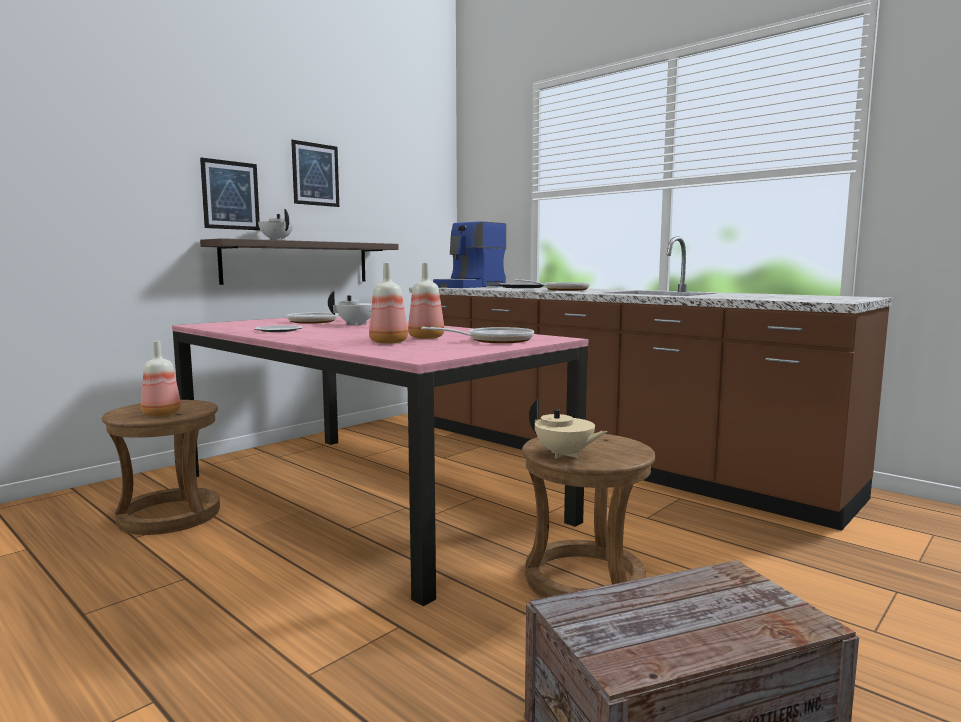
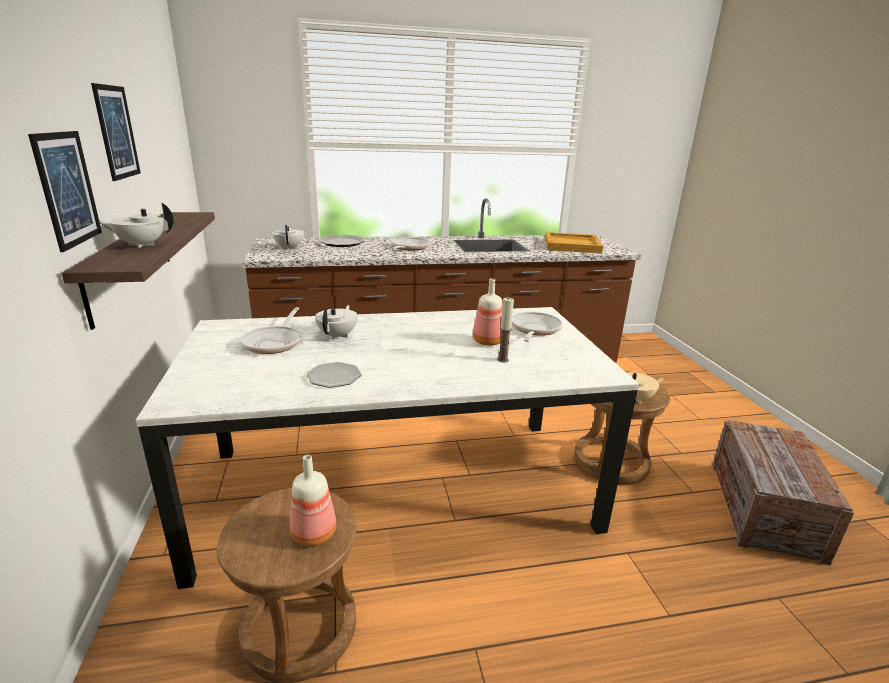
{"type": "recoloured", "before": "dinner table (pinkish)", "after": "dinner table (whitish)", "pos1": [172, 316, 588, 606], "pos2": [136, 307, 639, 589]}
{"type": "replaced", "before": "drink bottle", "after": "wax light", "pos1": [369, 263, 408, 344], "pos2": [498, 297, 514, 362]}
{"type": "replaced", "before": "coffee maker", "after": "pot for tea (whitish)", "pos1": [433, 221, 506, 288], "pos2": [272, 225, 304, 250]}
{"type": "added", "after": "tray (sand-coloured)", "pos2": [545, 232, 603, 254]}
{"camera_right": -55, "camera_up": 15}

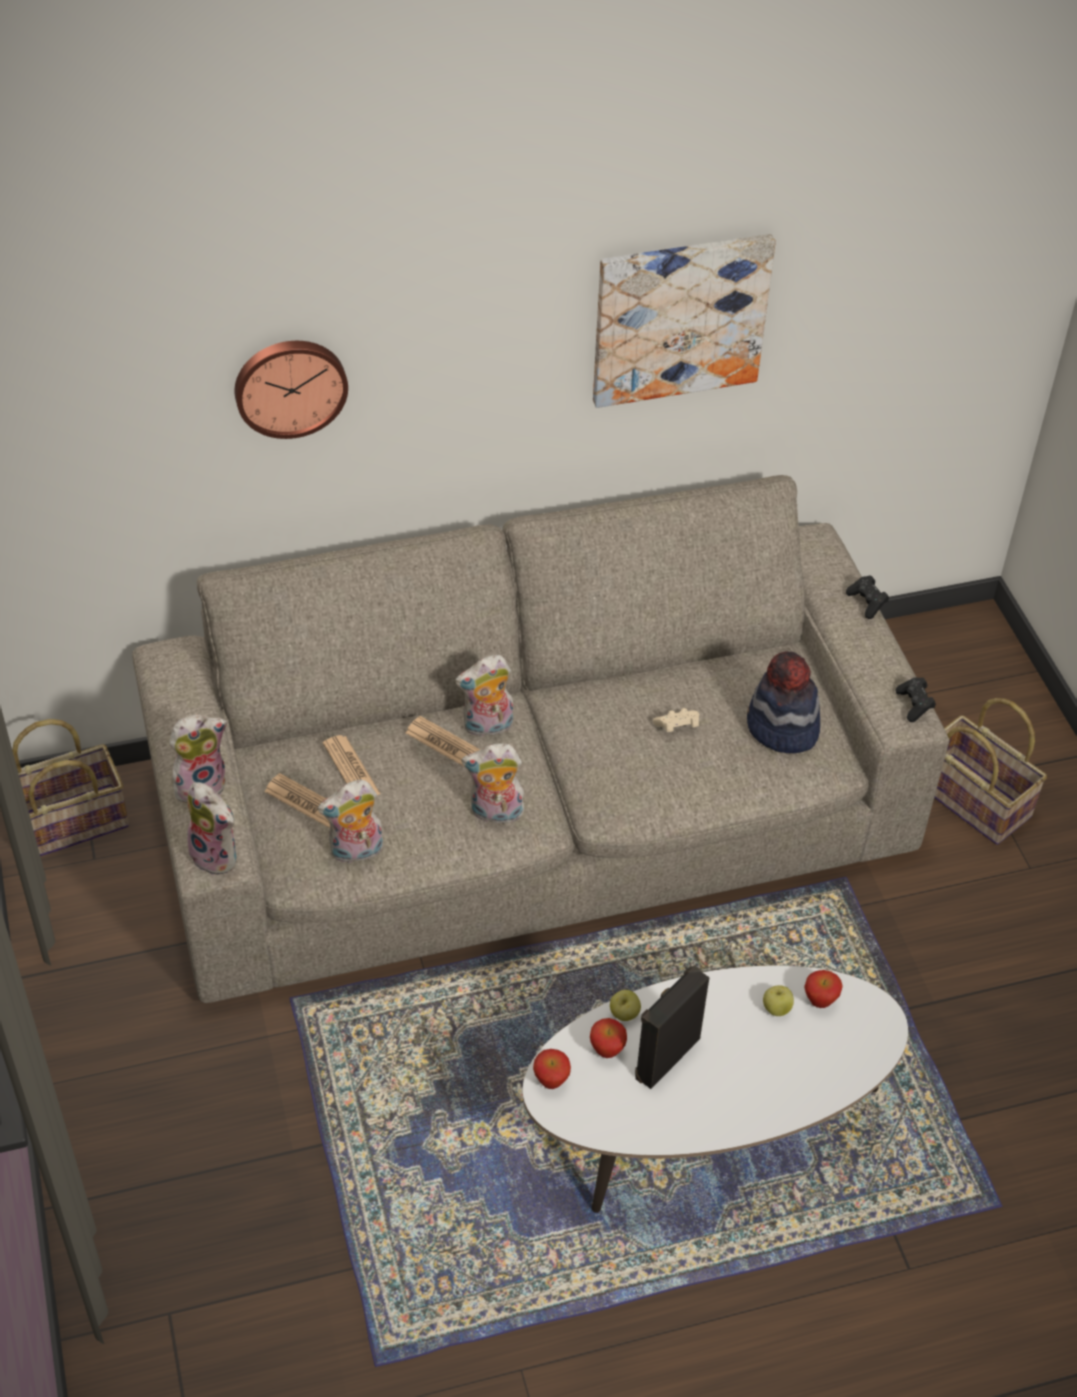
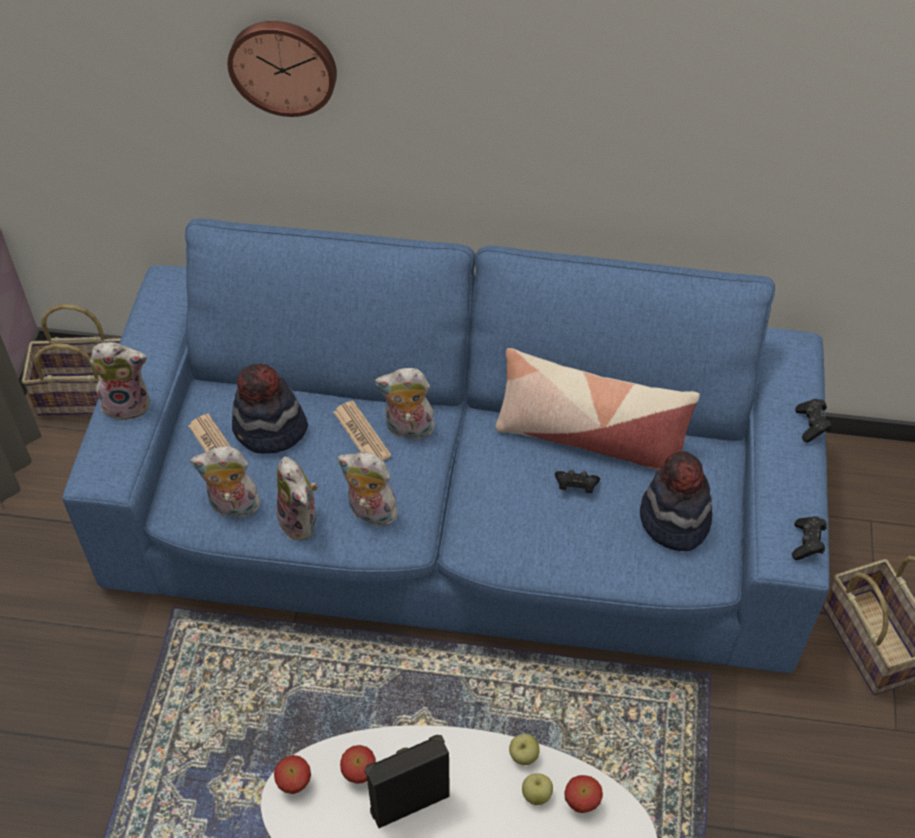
{"type": "recoloured", "before": "couch (sand-coloured)", "after": "couch (blue-coloured)", "pos1": [132, 475, 949, 1003], "pos2": [62, 218, 830, 673]}
{"type": "moved", "before": "cuddly toy", "pos1": [186, 782, 236, 876], "pos2": [276, 457, 318, 541]}
{"type": "replaced", "before": "daily paper", "after": "clothing hat", "pos1": [323, 735, 380, 795], "pos2": [232, 363, 308, 454]}
{"type": "removed", "before": "wall picture", "pos1": [593, 234, 776, 408]}
{"type": "moved", "before": "apple fruit", "pos1": [610, 990, 641, 1021], "pos2": [509, 734, 540, 765]}
{"type": "recoloured", "before": "game controller (sand-coloured)", "after": "game controller (blackish)", "pos1": [653, 708, 699, 732], "pos2": [555, 470, 600, 493]}
{"type": "added", "after": "throw pillow", "pos2": [495, 348, 700, 471]}
{"camera_right": 25, "camera_up": 5}

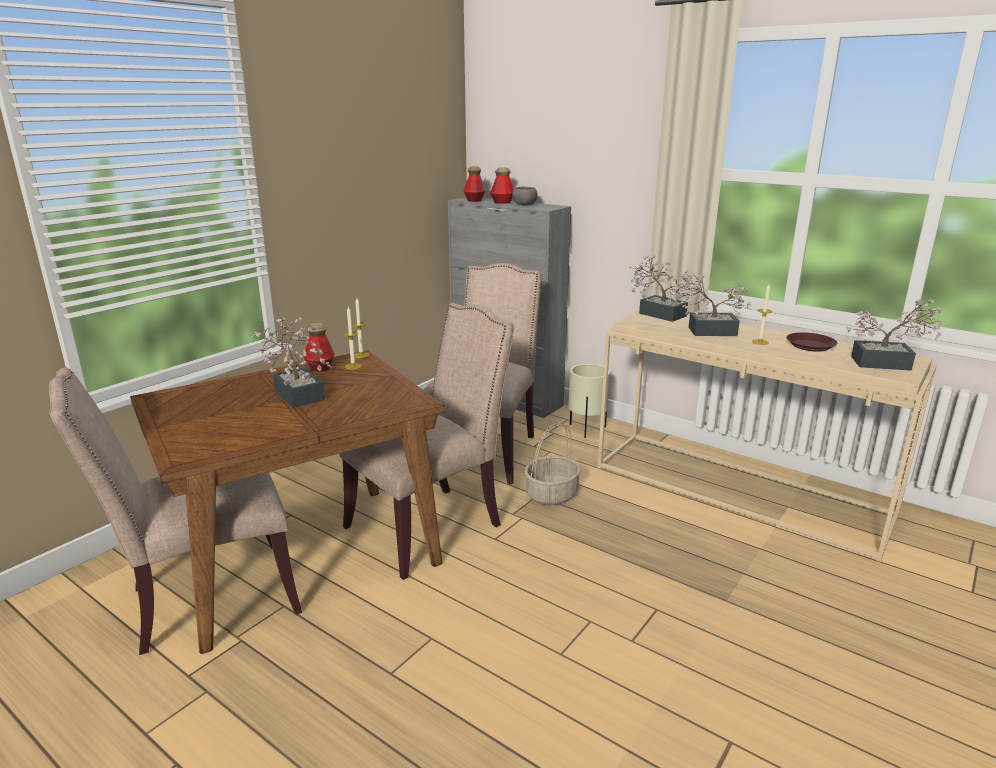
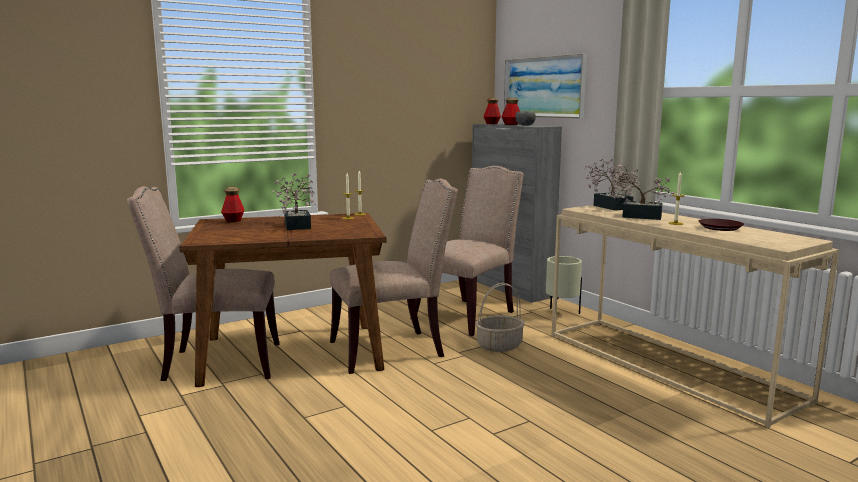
{"type": "moved", "before": "drink bottle", "pos1": [304, 323, 335, 371], "pos2": [221, 187, 244, 222]}
{"type": "removed", "before": "houseplant", "pos1": [846, 299, 944, 371]}
{"type": "added", "after": "wall picture", "pos2": [504, 54, 587, 118]}
{"camera_right": 20, "camera_up": -10}

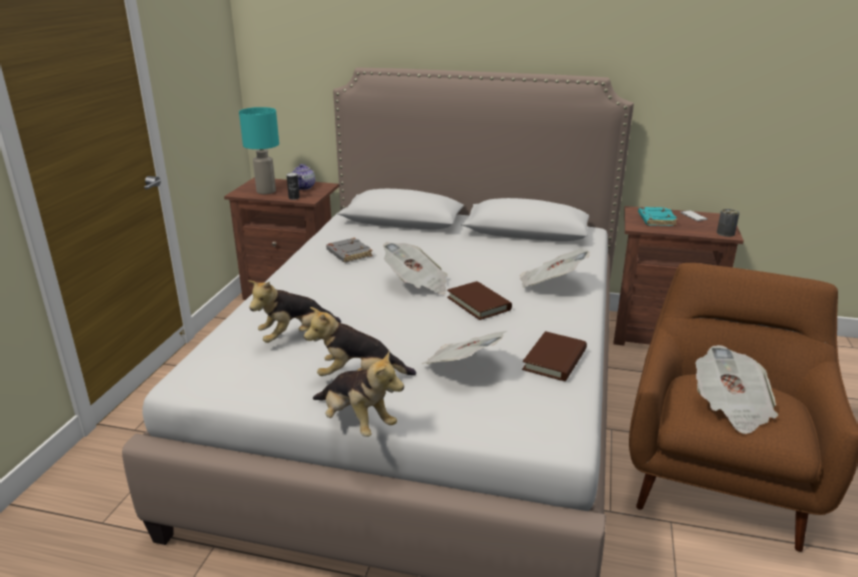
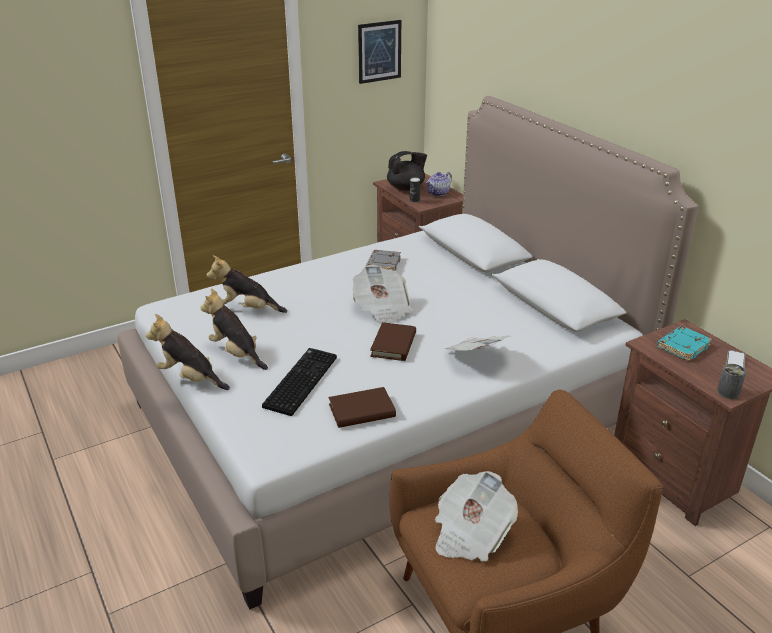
{"type": "replaced", "before": "table lamp (blue-green)", "after": "pot for tea (blackish)", "pos1": [239, 107, 279, 194], "pos2": [387, 151, 427, 191]}
{"type": "turned", "before": "cuddly toy", "pos1": [313, 351, 404, 437], "pos2": [146, 314, 230, 390], "turn": 120}
{"type": "replaced", "before": "daily paper", "after": "PC keyboard", "pos1": [422, 331, 507, 364], "pos2": [262, 348, 337, 416]}
{"type": "added", "after": "wall picture", "pos2": [358, 20, 401, 84]}
{"camera_right": 45, "camera_up": 5}

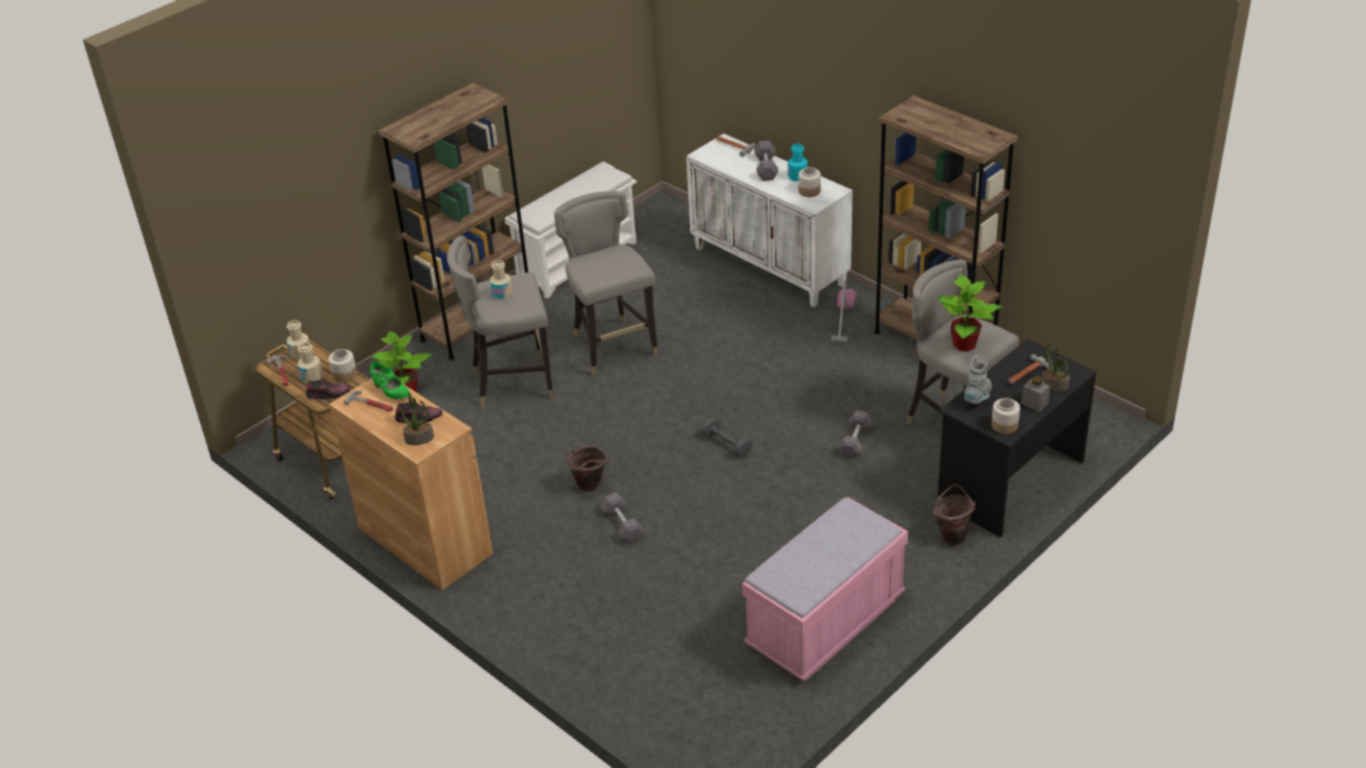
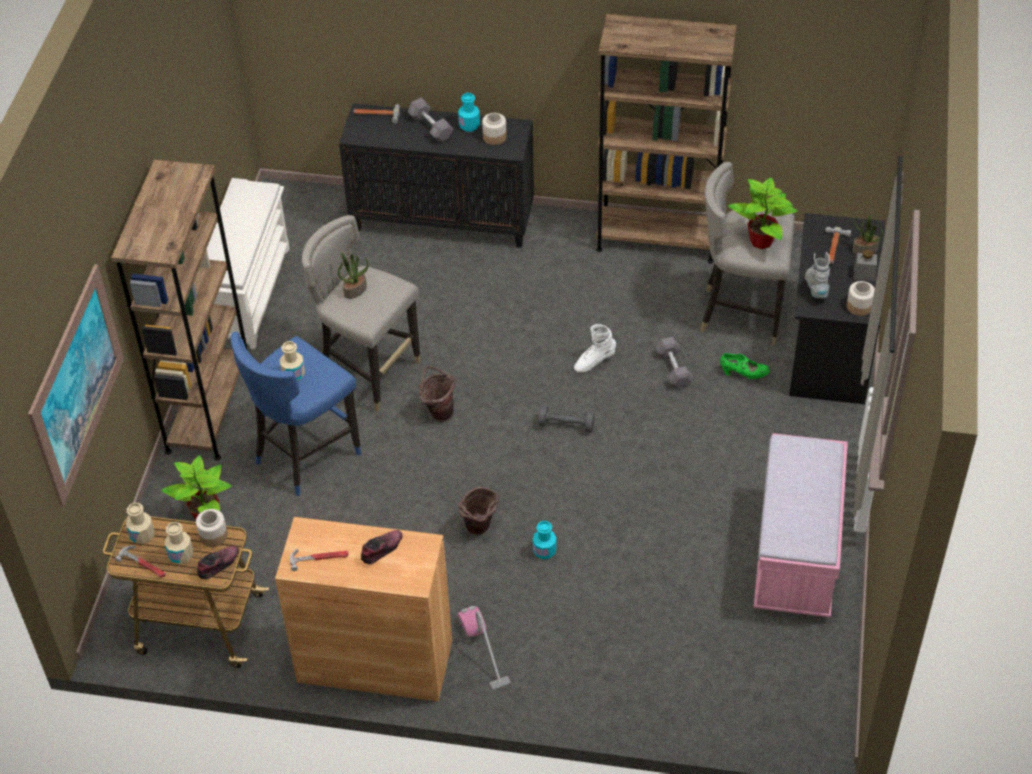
{"type": "moved", "before": "item of footwear (green)", "pos1": [369, 361, 409, 399], "pos2": [720, 353, 770, 379]}
{"type": "moved", "before": "houseplant", "pos1": [401, 392, 434, 445], "pos2": [338, 252, 368, 299]}
{"type": "recoloured", "before": "sitting stool (greyish)", "after": "sitting stool (blue-coloured)", "pos1": [447, 236, 553, 407], "pos2": [231, 332, 361, 496]}
{"type": "replaced", "before": "dumbbell (greyish)", "after": "drink bottle (blue-green)", "pos1": [601, 492, 644, 543], "pos2": [533, 521, 557, 559]}
{"type": "recoloured", "before": "cupboard (whitish)", "after": "cupboard (blackish)", "pos1": [686, 134, 853, 307], "pos2": [339, 103, 534, 248]}
{"type": "moved", "before": "vacuum", "pos1": [831, 280, 856, 342], "pos2": [458, 606, 511, 690]}
{"type": "moved", "before": "water bucket (brown-coloured)", "pos1": [933, 484, 976, 546], "pos2": [419, 366, 455, 422]}
{"type": "added", "after": "wall picture", "pos2": [28, 264, 124, 507]}
{"type": "added", "after": "high-top boot (whitish)", "pos2": [574, 324, 616, 373]}
{"camera_right": -35, "camera_up": 10}

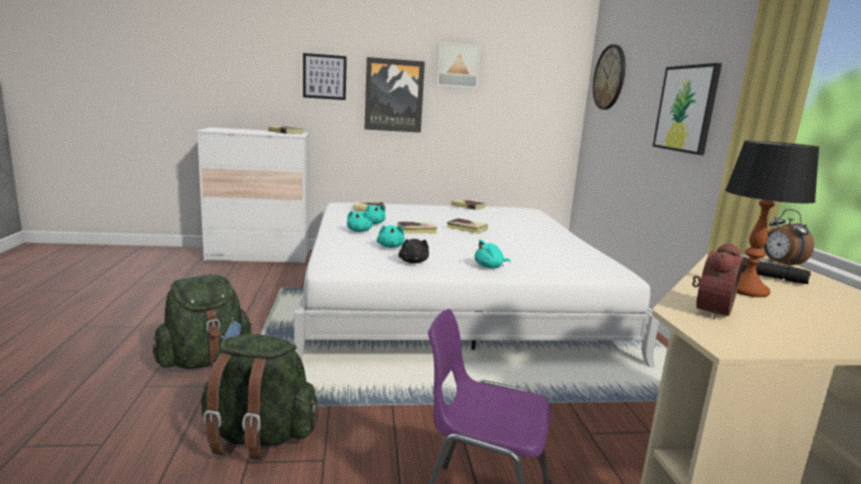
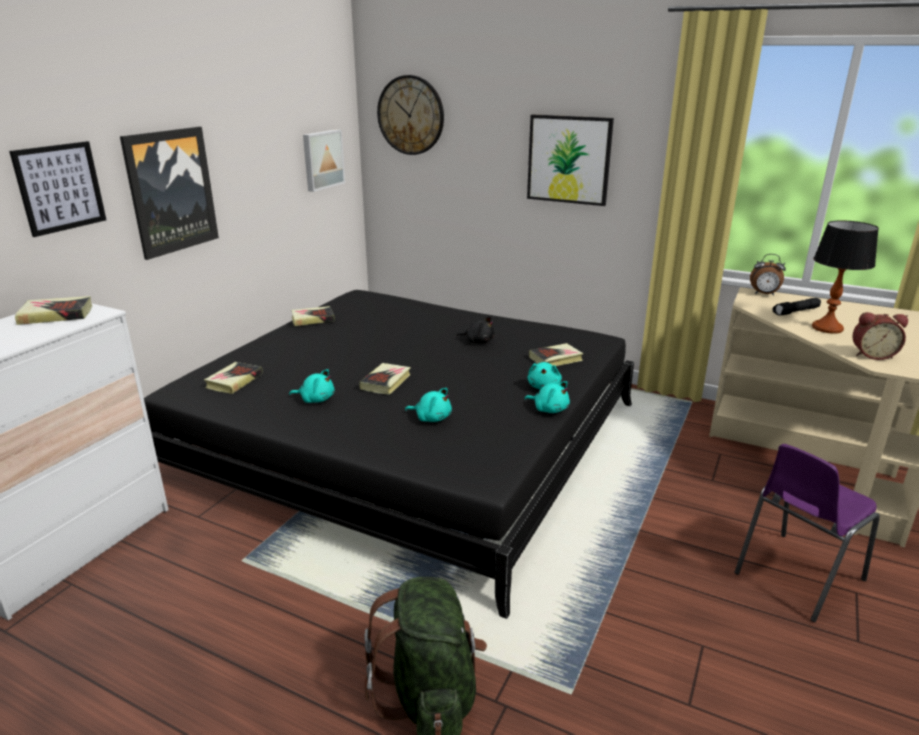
{"type": "removed", "before": "backpack (green)", "pos1": [201, 334, 318, 460]}
{"type": "recoloured", "before": "sleeping bed (whitish)", "after": "sleeping bed (blackish)", "pos1": [294, 203, 659, 367], "pos2": [144, 290, 634, 619]}
{"type": "moved", "before": "cuddly toy (blue-green)", "pos1": [347, 211, 373, 232], "pos2": [524, 381, 570, 413]}
{"type": "moved", "before": "cuddly toy (blackish)", "pos1": [398, 239, 429, 263], "pos2": [456, 317, 494, 343]}
{"type": "moved", "before": "wall picture", "pos1": [436, 42, 481, 89], "pos2": [303, 129, 345, 192]}
{"type": "moved", "before": "volume", "pos1": [447, 218, 488, 234], "pos2": [529, 343, 583, 366]}
{"type": "turned", "before": "bedside clock", "pos1": [692, 243, 744, 319], "pos2": [853, 312, 908, 360], "turn": 120}
{"camera_right": -55, "camera_up": 10}

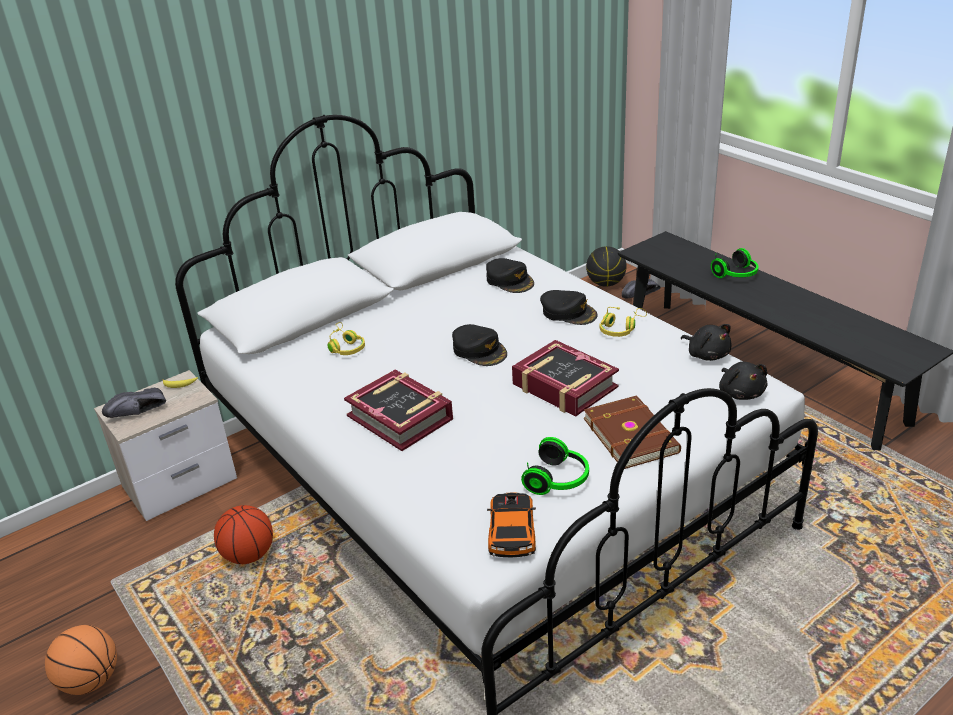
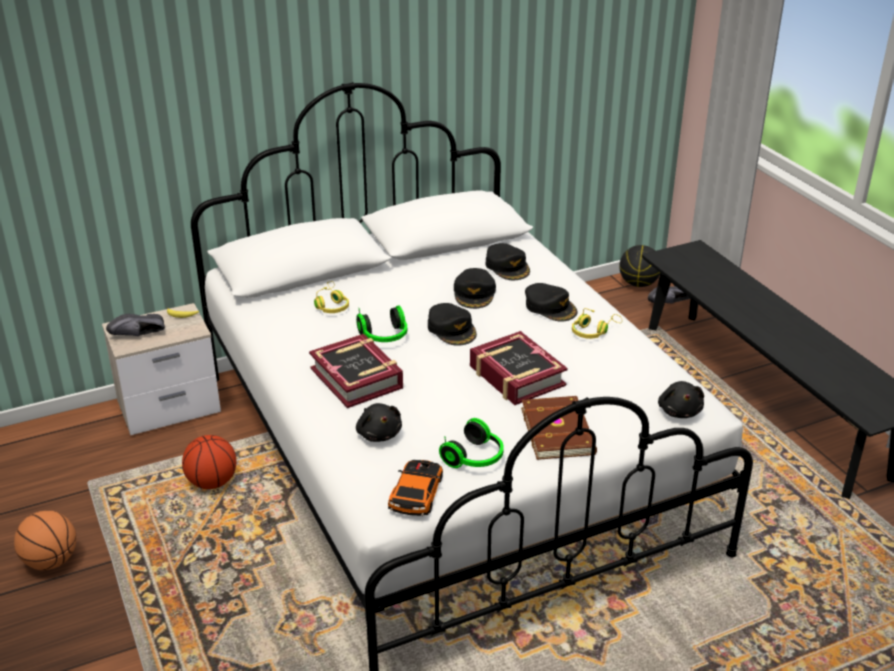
{"type": "moved", "before": "cuddly toy (blackish)", "pos1": [681, 324, 732, 361], "pos2": [356, 403, 402, 442]}
{"type": "moved", "before": "headset", "pos1": [711, 248, 758, 278], "pos2": [356, 306, 407, 342]}
{"type": "added", "after": "cap (blackish)", "pos2": [454, 268, 496, 309]}
{"camera_right": 10, "camera_up": 0}

